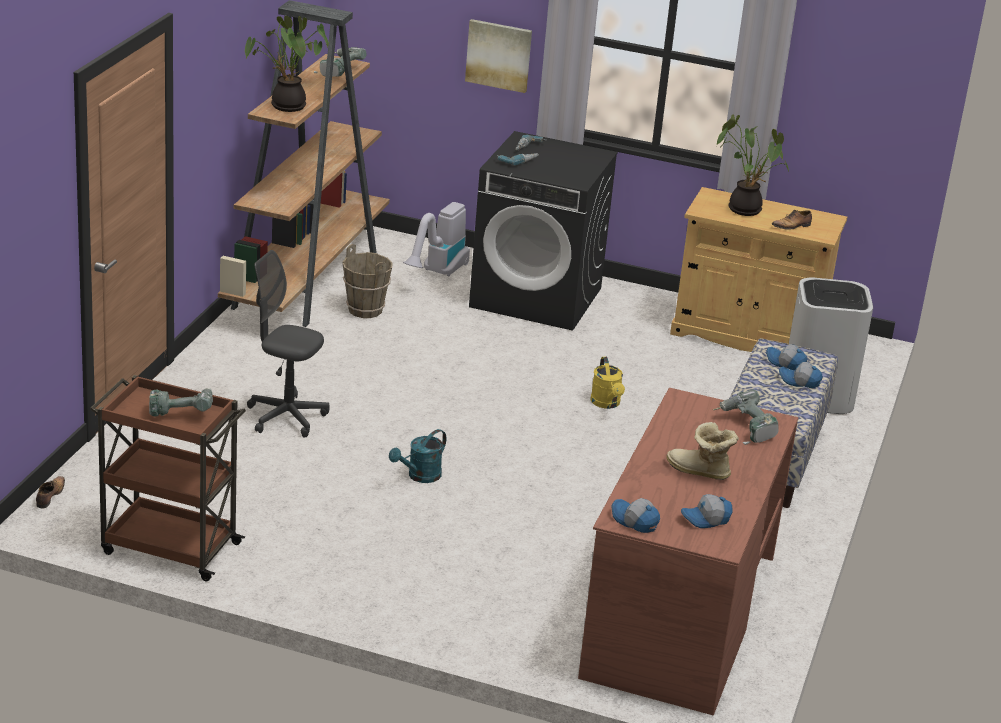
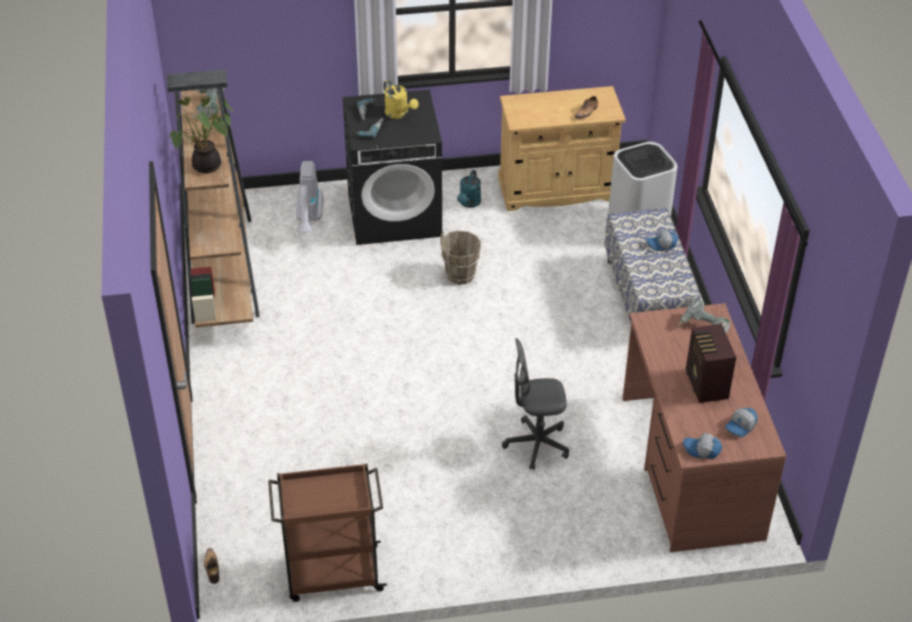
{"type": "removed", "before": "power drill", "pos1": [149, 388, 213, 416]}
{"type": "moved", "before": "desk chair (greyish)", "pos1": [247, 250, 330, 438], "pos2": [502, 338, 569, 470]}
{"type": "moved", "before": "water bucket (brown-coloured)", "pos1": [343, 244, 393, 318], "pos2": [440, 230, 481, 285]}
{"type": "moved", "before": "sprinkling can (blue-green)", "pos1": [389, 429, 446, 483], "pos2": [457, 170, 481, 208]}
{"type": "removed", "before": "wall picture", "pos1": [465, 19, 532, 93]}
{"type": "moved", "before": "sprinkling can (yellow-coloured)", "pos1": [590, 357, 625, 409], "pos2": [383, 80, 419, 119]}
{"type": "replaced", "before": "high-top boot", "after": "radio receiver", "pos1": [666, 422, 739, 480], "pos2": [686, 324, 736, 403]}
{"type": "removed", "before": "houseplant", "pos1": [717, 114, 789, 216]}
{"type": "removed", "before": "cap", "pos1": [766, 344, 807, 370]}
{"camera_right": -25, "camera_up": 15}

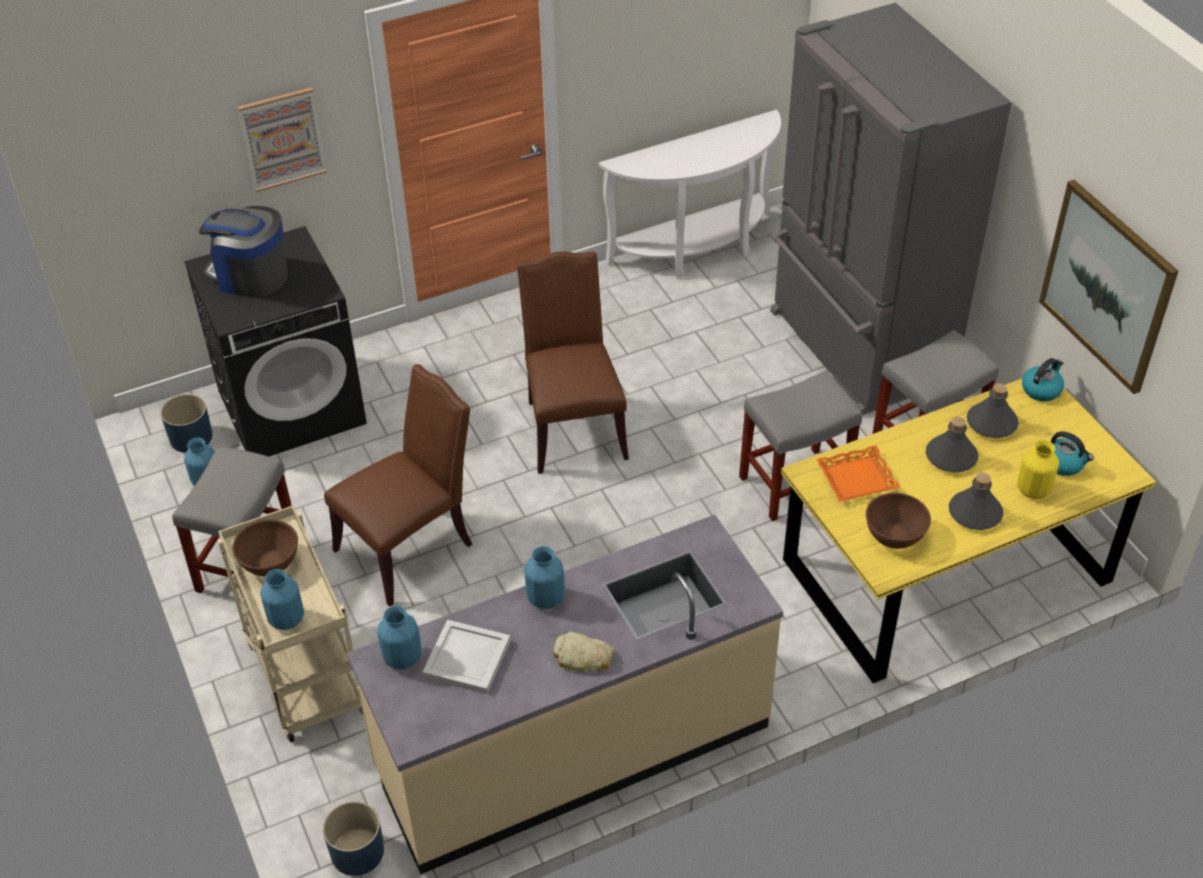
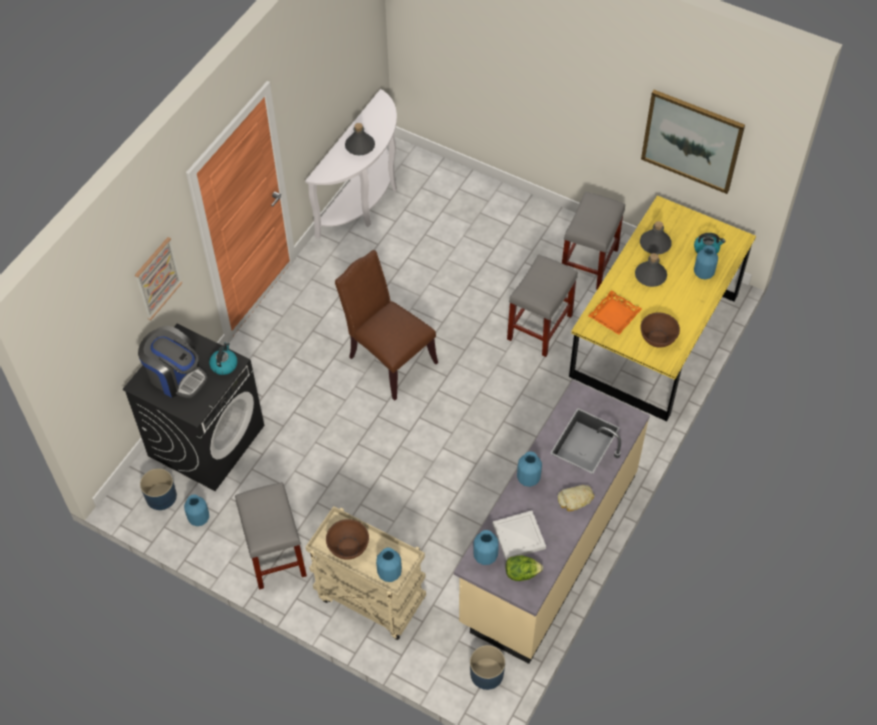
{"type": "turned", "before": "coffee maker", "pos1": [199, 206, 288, 298], "pos2": [138, 326, 208, 398], "turn": -135}
{"type": "removed", "before": "upright chair (brown-coloured)", "pos1": [324, 364, 472, 607]}
{"type": "removed", "before": "refrigerator (greyish)", "pos1": [770, 3, 1012, 415]}
{"type": "moved", "before": "drink bottle (greyish)", "pos1": [949, 473, 1003, 530], "pos2": [345, 123, 375, 156]}
{"type": "recoloured", "before": "vase (yellow-coloured)", "after": "vase (blue-coloured)", "pos1": [1017, 440, 1059, 499], "pos2": [694, 245, 718, 280]}
{"type": "moved", "before": "kettle", "pos1": [1022, 358, 1064, 401], "pos2": [209, 342, 238, 375]}
{"type": "added", "after": "head of lettuce", "pos2": [505, 555, 543, 581]}
{"camera_right": -35, "camera_up": 10}

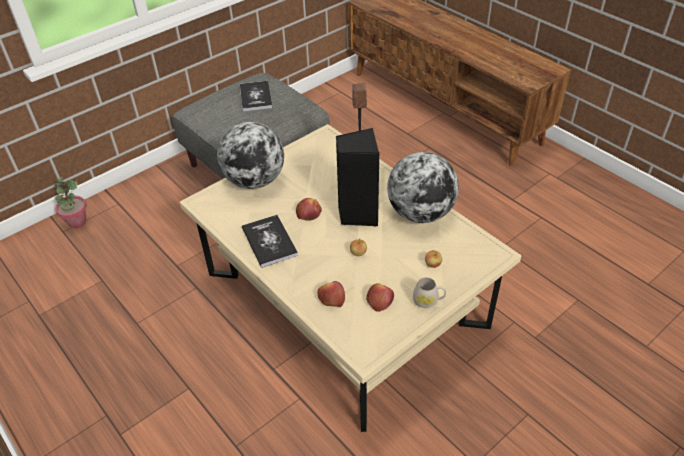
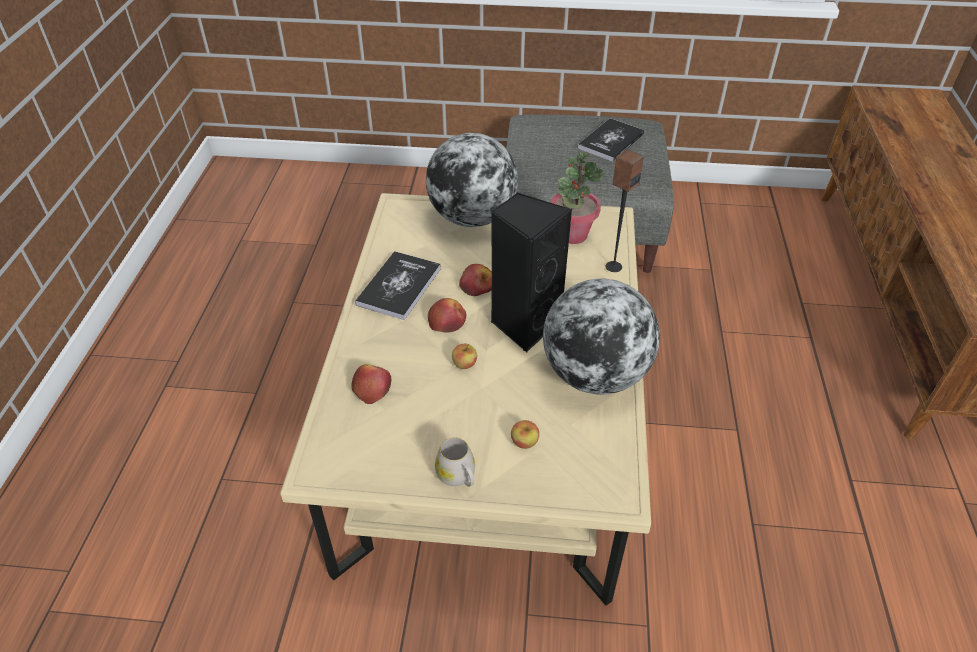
{"type": "moved", "before": "houseplant", "pos1": [54, 177, 87, 228], "pos2": [551, 152, 605, 244]}
{"type": "moved", "before": "apple fruit", "pos1": [366, 283, 394, 312], "pos2": [428, 298, 466, 333]}
{"camera_right": 45, "camera_up": 0}

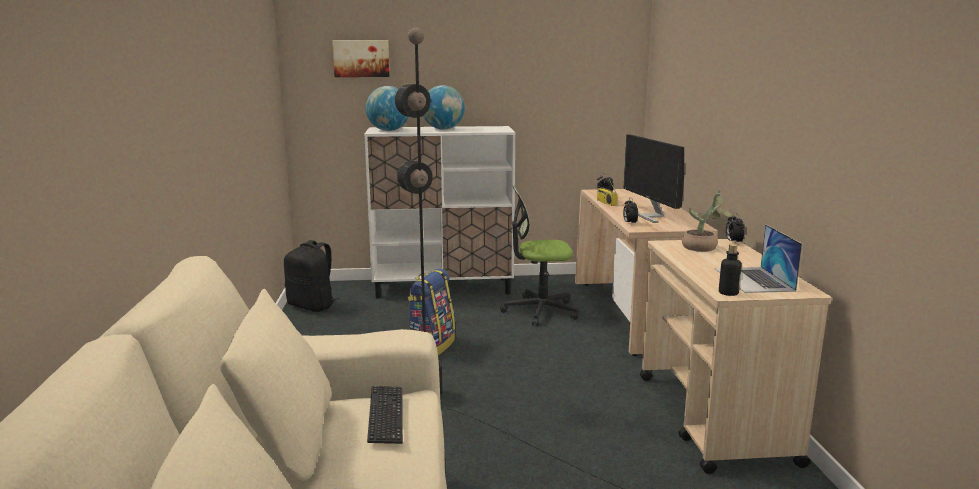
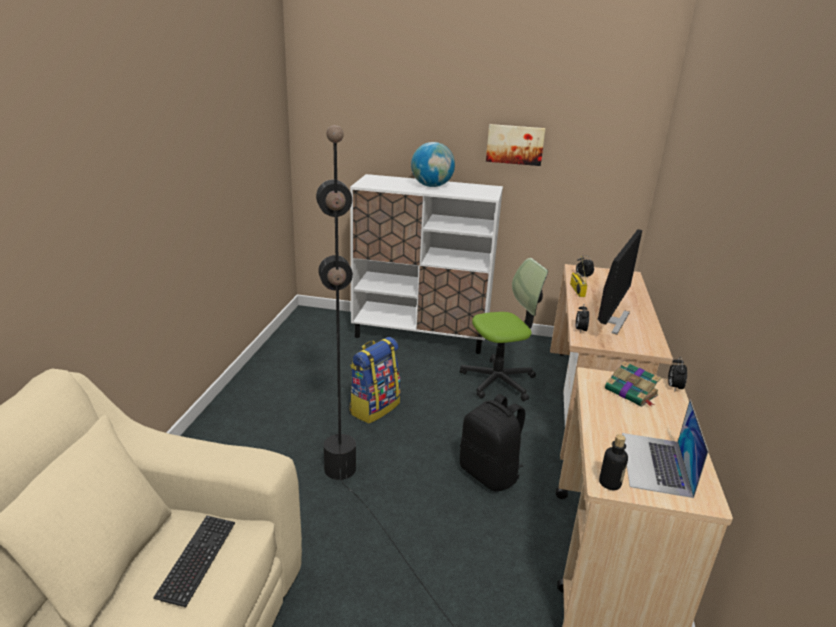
{"type": "moved", "before": "backpack (blackish)", "pos1": [284, 240, 339, 312], "pos2": [460, 394, 525, 491]}
{"type": "moved", "before": "wall picture", "pos1": [332, 40, 390, 77], "pos2": [486, 124, 545, 166]}
{"type": "removed", "before": "world globe", "pos1": [366, 86, 409, 131]}
{"type": "turned", "before": "desk chair", "pos1": [500, 185, 578, 326], "pos2": [460, 258, 548, 401], "turn": 150}
{"type": "turned", "before": "monitor", "pos1": [623, 134, 684, 223], "pos2": [597, 229, 642, 334], "turn": -150}
{"type": "replaced", "before": "houseplant", "after": "volume", "pos1": [682, 189, 733, 252], "pos2": [605, 361, 661, 407]}
{"camera_right": 15, "camera_up": 10}

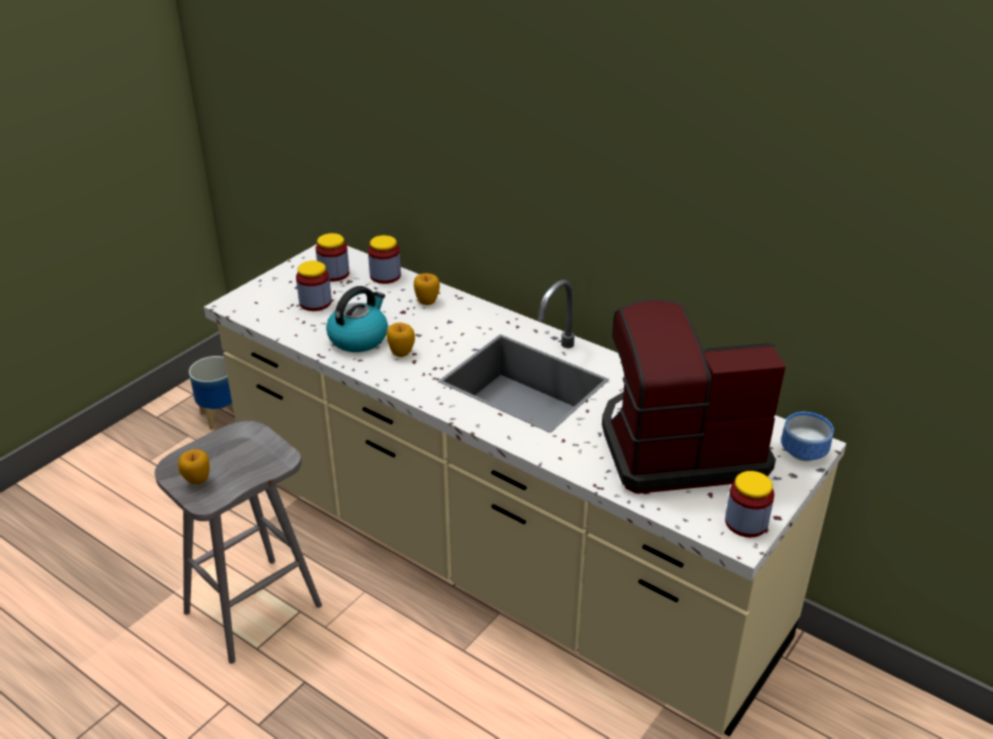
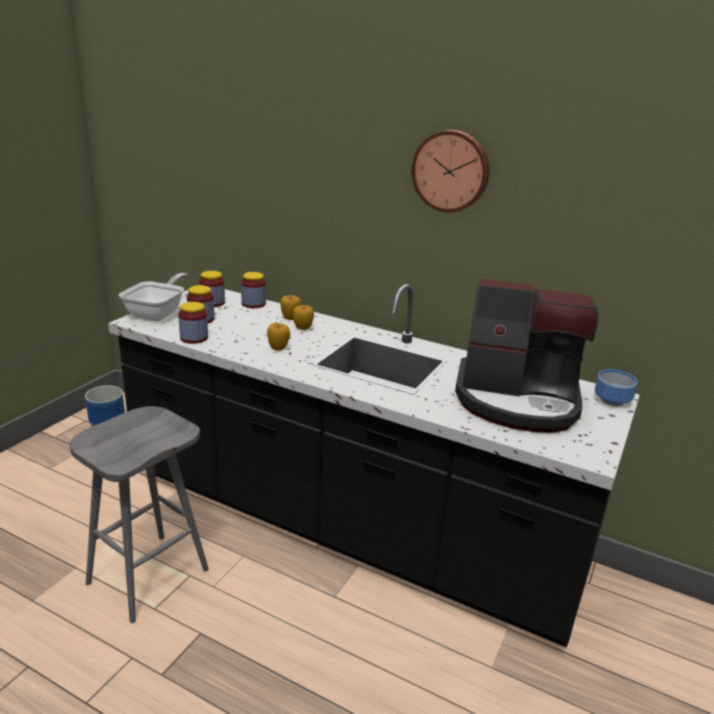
{"type": "moved", "before": "apple fruit", "pos1": [178, 449, 210, 484], "pos2": [293, 305, 314, 330]}
{"type": "recoloured", "before": "kitchen base unit (sand-coloured)", "after": "kitchen base unit (blackish)", "pos1": [204, 244, 846, 737], "pos2": [108, 284, 640, 648]}
{"type": "removed", "before": "kettle", "pos1": [326, 286, 388, 352]}
{"type": "turned", "before": "coffee maker", "pos1": [602, 299, 785, 494], "pos2": [455, 278, 599, 433], "turn": -150}
{"type": "moved", "before": "jar", "pos1": [725, 471, 774, 537], "pos2": [178, 302, 208, 344]}
{"type": "added", "after": "pan", "pos2": [119, 273, 188, 321]}
{"type": "added", "after": "wall clock", "pos2": [411, 130, 489, 212]}
{"camera_right": -10, "camera_up": -10}

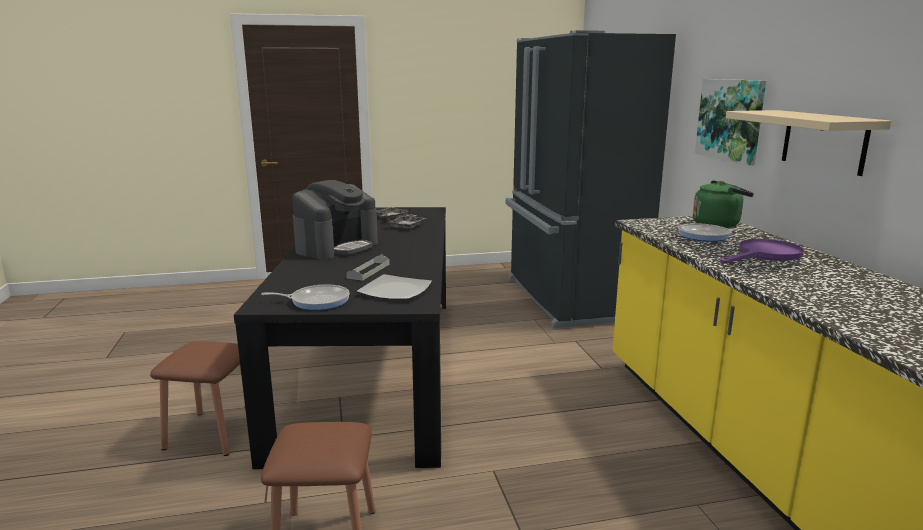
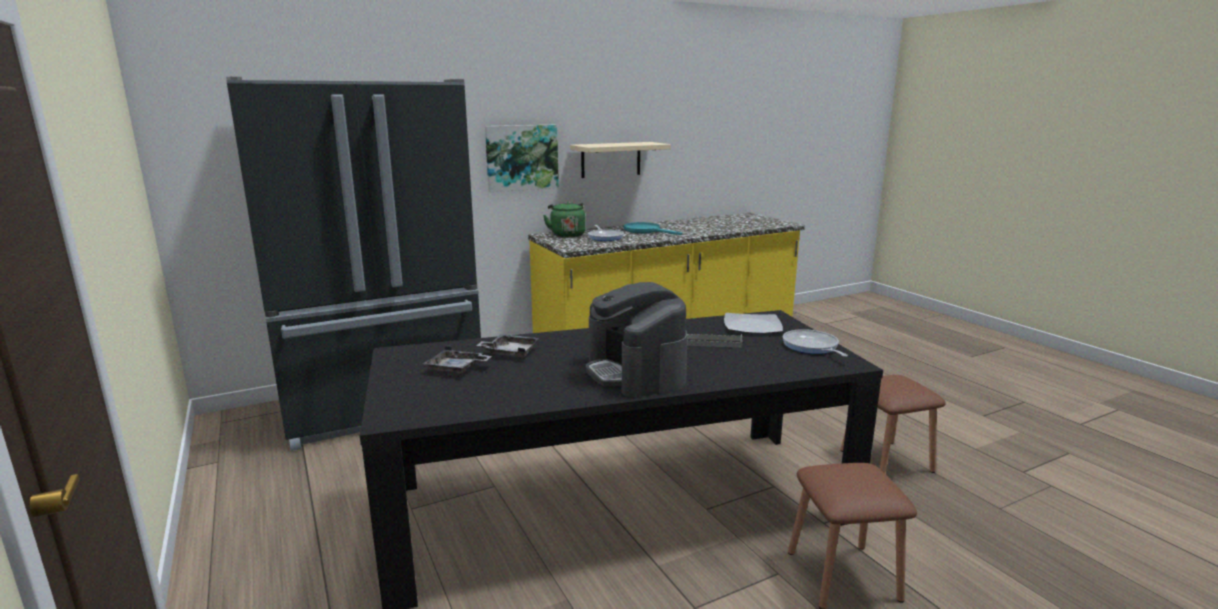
{"type": "turned", "before": "coffee maker", "pos1": [293, 180, 378, 260], "pos2": [586, 282, 687, 398], "turn": -135}
{"type": "recoloured", "before": "pan (purplish)", "after": "pan (blue-green)", "pos1": [720, 239, 804, 264], "pos2": [624, 222, 682, 235]}
{"camera_right": -105, "camera_up": 0}

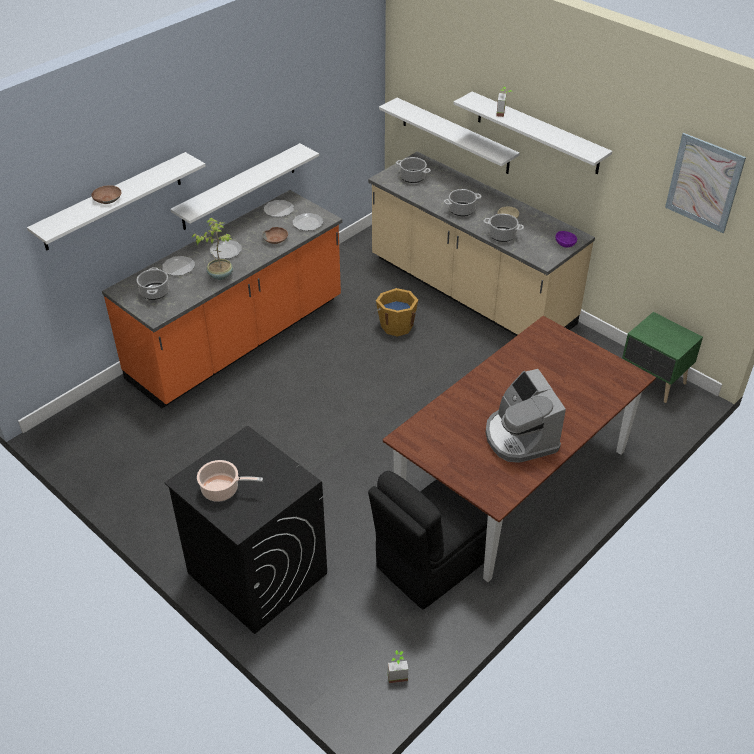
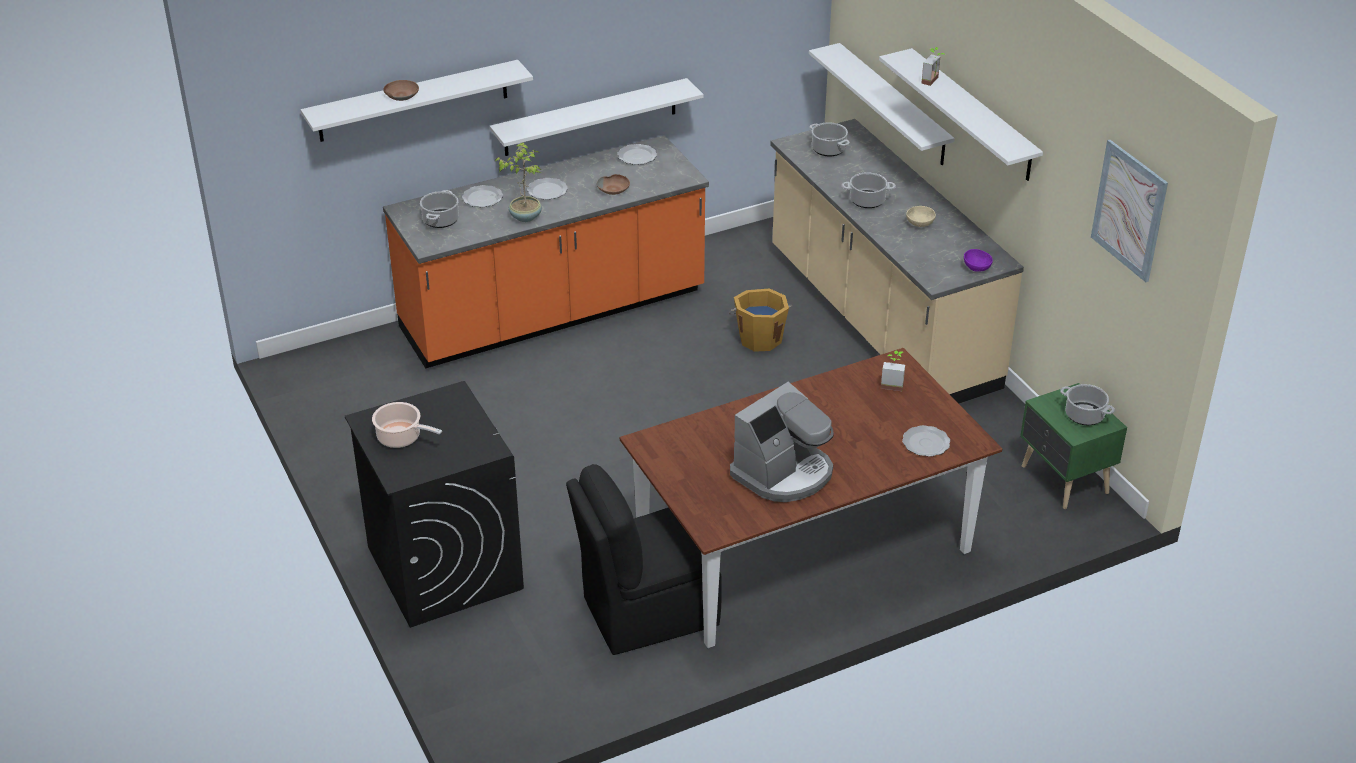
{"type": "moved", "before": "plate", "pos1": [292, 213, 323, 231], "pos2": [902, 425, 950, 457]}
{"type": "moved", "before": "houseplant", "pos1": [388, 650, 408, 683], "pos2": [881, 350, 905, 391]}
{"type": "moved", "before": "stockpot", "pos1": [483, 214, 524, 242], "pos2": [1060, 384, 1115, 425]}
{"type": "turned", "before": "coffee maker", "pos1": [485, 369, 566, 463], "pos2": [730, 382, 834, 502], "turn": -135}
{"camera_right": 20, "camera_up": -5}

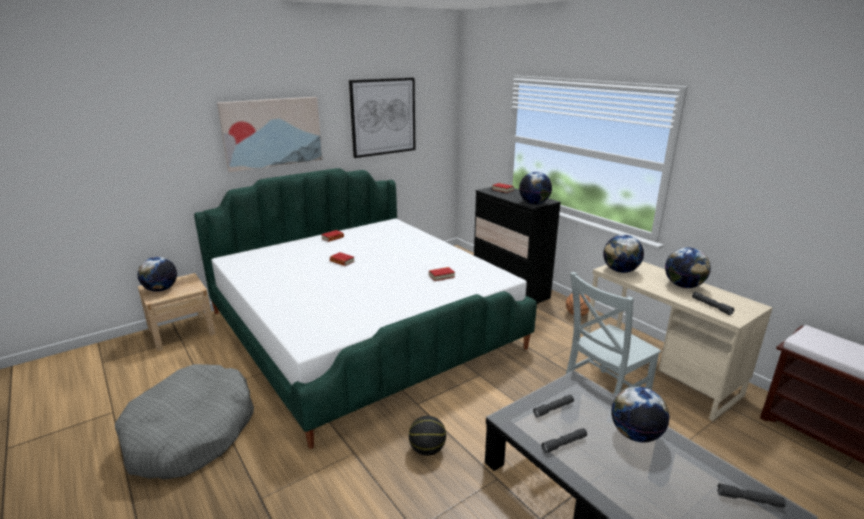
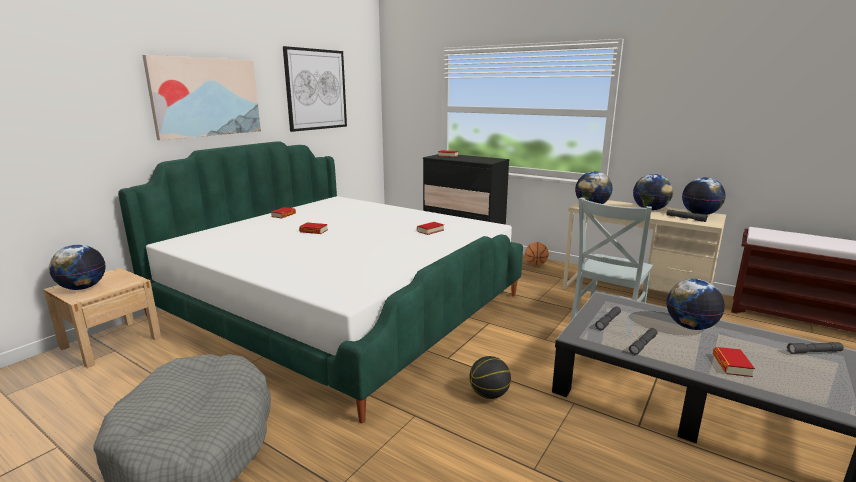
{"type": "moved", "before": "world globe", "pos1": [519, 172, 552, 204], "pos2": [682, 177, 726, 215]}
{"type": "added", "after": "volume", "pos2": [713, 347, 755, 377]}
{"camera_right": -20, "camera_up": -5}

